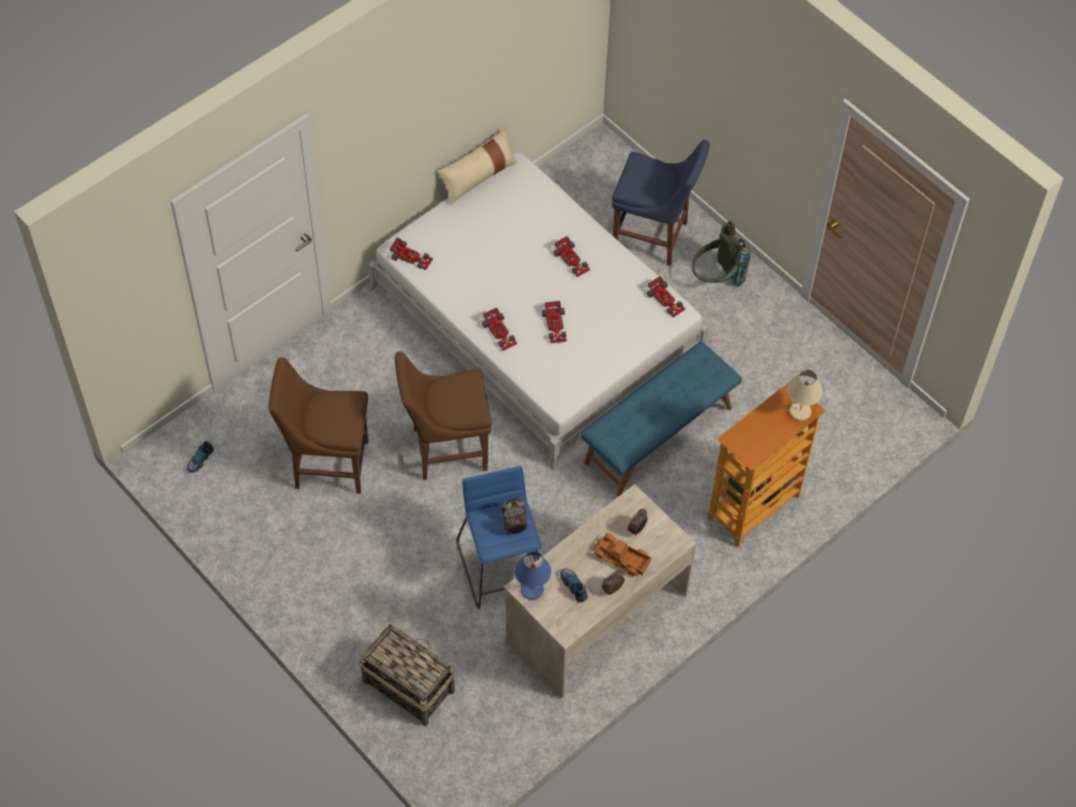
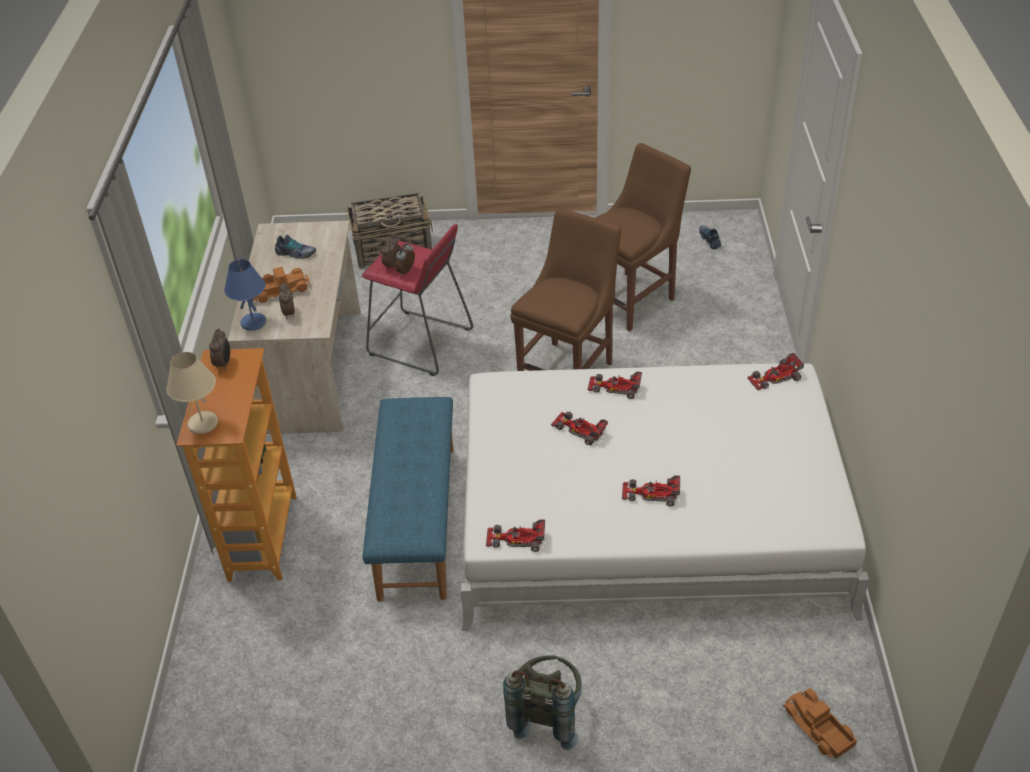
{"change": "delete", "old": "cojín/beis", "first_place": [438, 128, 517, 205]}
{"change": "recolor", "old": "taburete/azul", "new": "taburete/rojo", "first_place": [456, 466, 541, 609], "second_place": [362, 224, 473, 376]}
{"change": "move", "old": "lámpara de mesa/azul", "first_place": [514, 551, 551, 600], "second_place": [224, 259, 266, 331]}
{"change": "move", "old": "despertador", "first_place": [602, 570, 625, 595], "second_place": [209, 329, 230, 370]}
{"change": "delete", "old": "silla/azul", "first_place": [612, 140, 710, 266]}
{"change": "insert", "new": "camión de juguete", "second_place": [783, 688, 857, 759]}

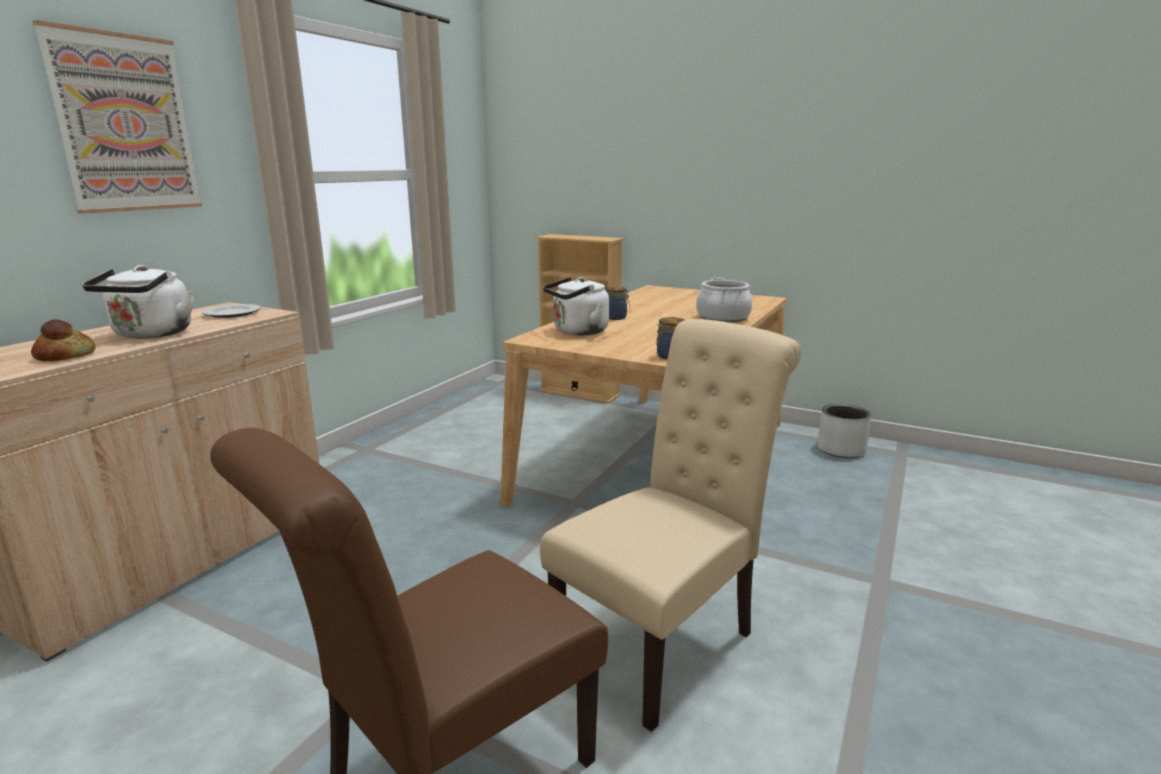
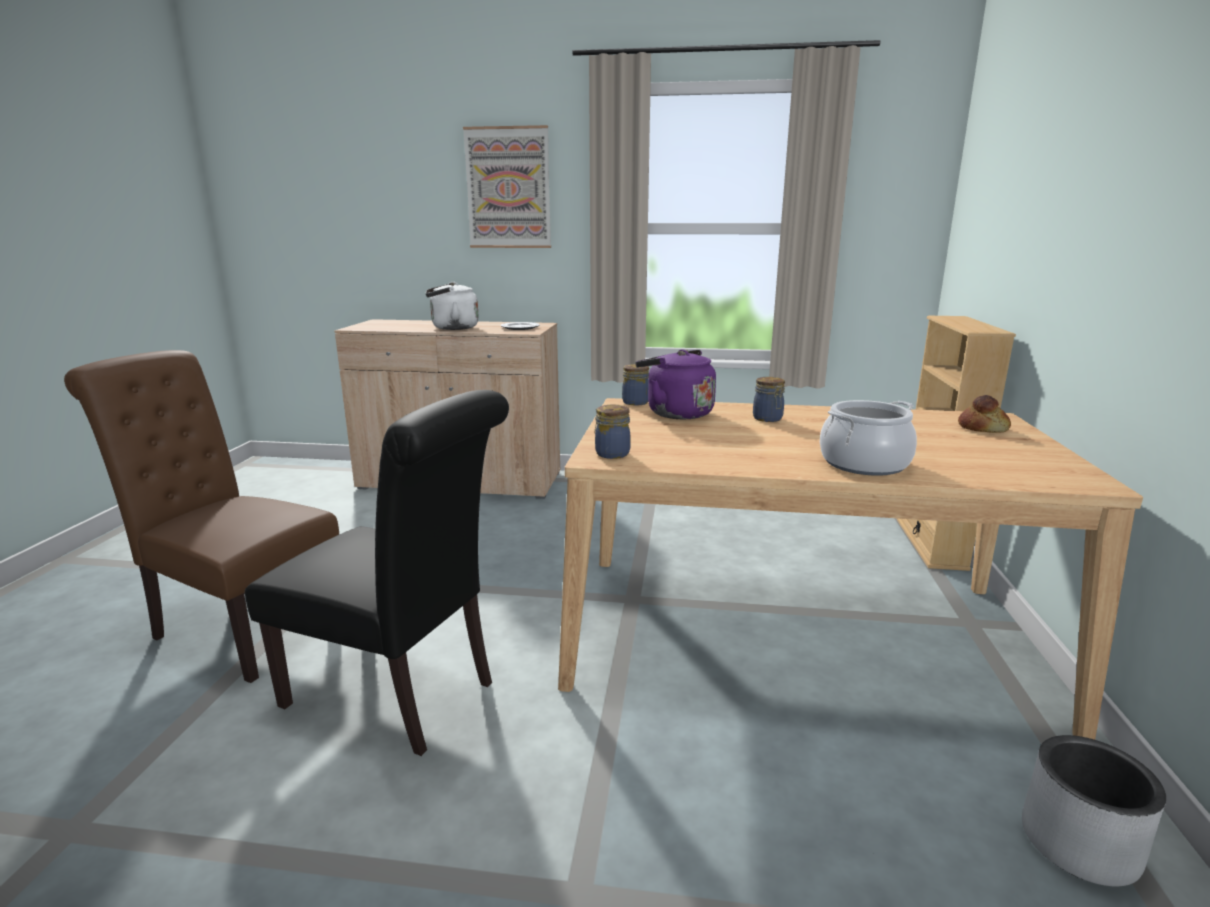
{"change": "move", "old": "pan", "first_place": [31, 319, 95, 361], "second_place": [958, 395, 1011, 433]}
{"change": "recolor", "old": "silla/beis", "new": "silla/negro", "first_place": [540, 319, 801, 732], "second_place": [245, 390, 509, 756]}
{"change": "recolor", "old": "hervidor/blanco", "new": "hervidor/morado", "first_place": [543, 277, 609, 335], "second_place": [636, 349, 716, 419]}
{"change": "insert", "new": "tarro", "second_place": [622, 364, 649, 406]}

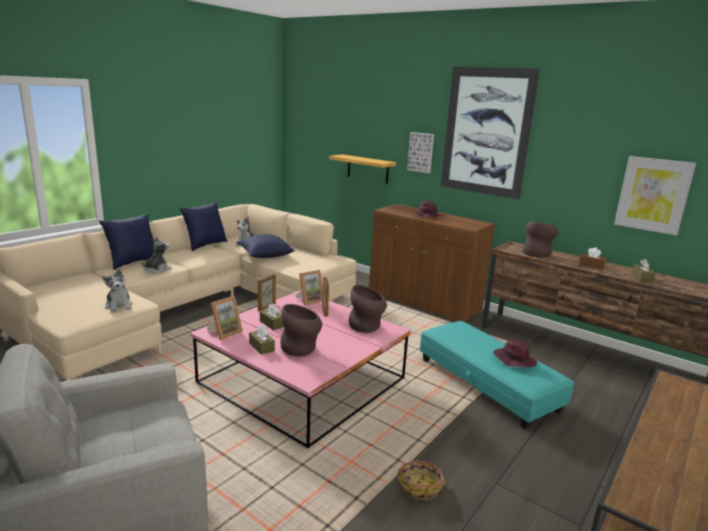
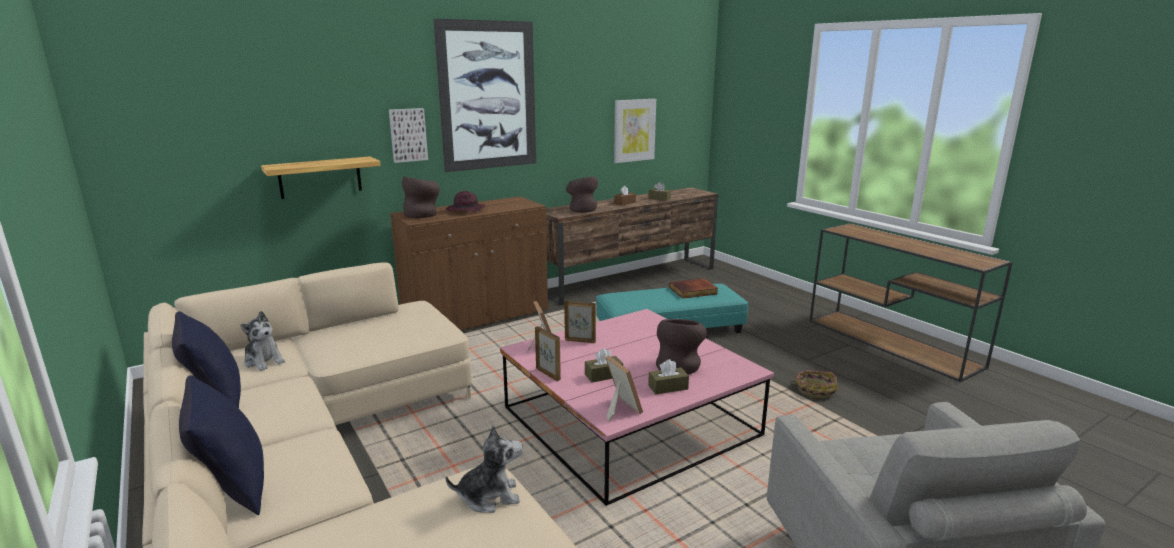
{"change": "delete", "old": "peluche", "first_place": [141, 237, 172, 274]}
{"change": "delete", "old": "cojín/azul", "first_place": [237, 234, 294, 258]}
{"change": "move", "old": "florero/marrón", "first_place": [349, 285, 387, 333], "second_place": [402, 176, 440, 218]}
{"change": "replace", "old": "sombrero/morado", "new": "libro", "first_place": [494, 340, 537, 367], "second_place": [669, 278, 718, 298]}

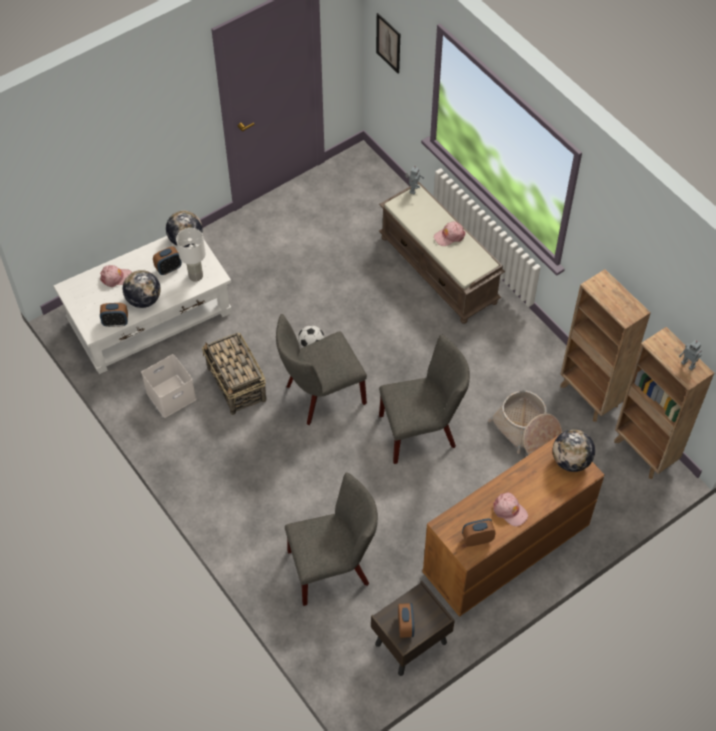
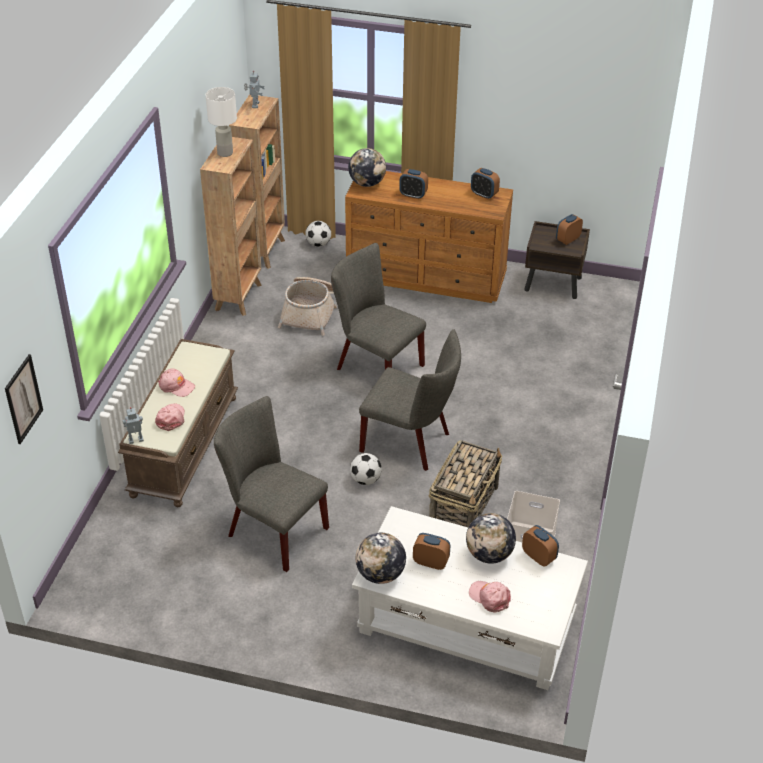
{"change": "move", "old": "lámpara de mesa/blanco", "first_place": [176, 228, 206, 282], "second_place": [206, 87, 237, 157]}
{"change": "move", "old": "silla/gris", "first_place": [285, 472, 378, 606], "second_place": [214, 396, 329, 572]}
{"change": "move", "old": "gorra/rosa", "first_place": [493, 492, 528, 527], "second_place": [155, 403, 185, 431]}
{"change": "insert", "new": "balón de fútbol", "second_place": [305, 221, 331, 247]}
{"change": "insert", "new": "despertador", "second_place": [399, 169, 428, 199]}

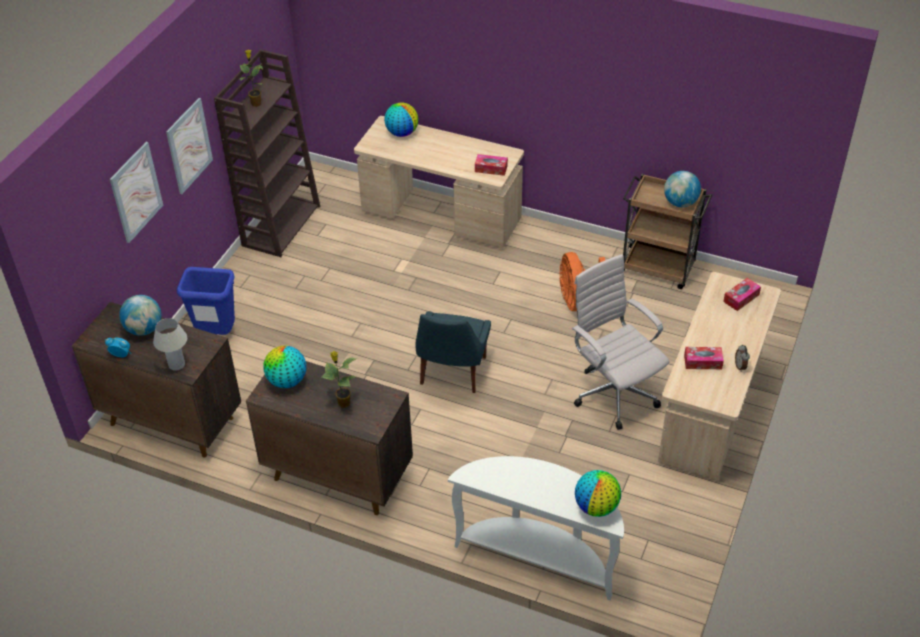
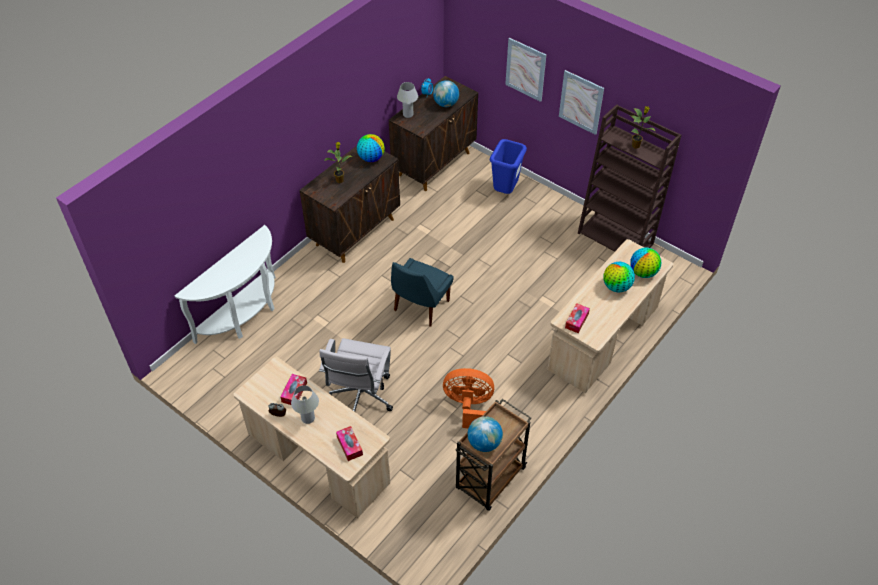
{"change": "rotate", "old": "silla/azul", "first_place": [415, 311, 491, 393], "second_place": [391, 258, 454, 326], "degrees": -90}
{"change": "rotate", "old": "silla de oficina/blanco", "first_place": [572, 254, 670, 430], "second_place": [319, 338, 393, 412], "degrees": 120}
{"change": "move", "old": "globo terráqueo", "first_place": [575, 470, 621, 517], "second_place": [604, 262, 635, 292]}
{"change": "insert", "new": "lámpara de mesa/blanco", "second_place": [291, 385, 319, 424]}

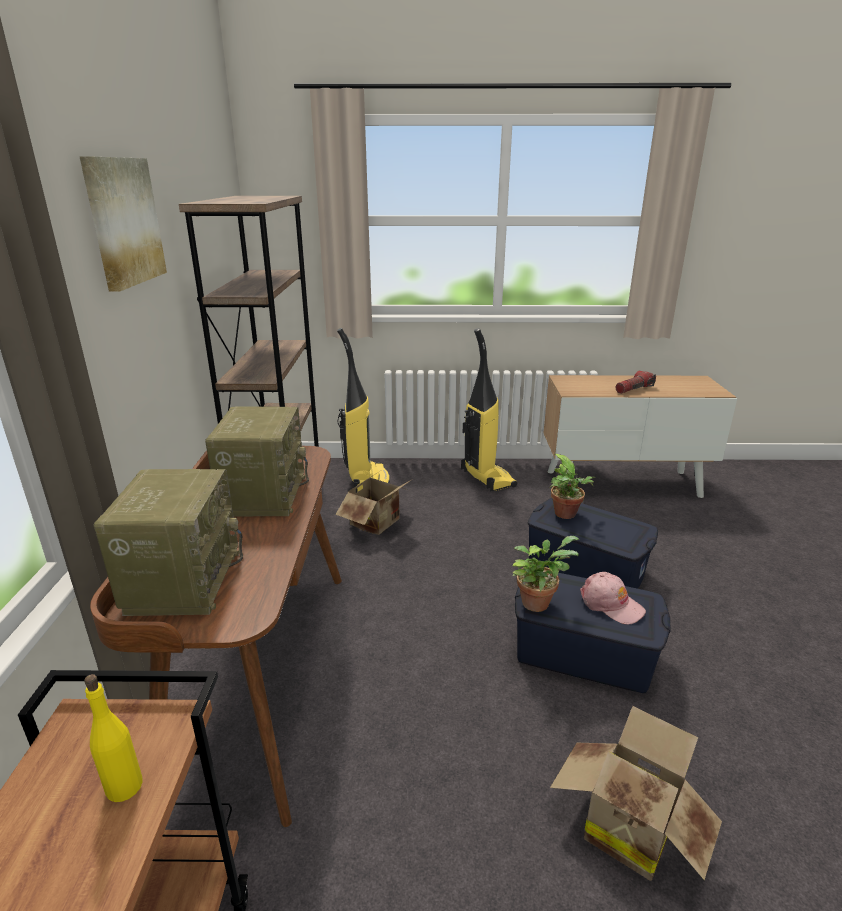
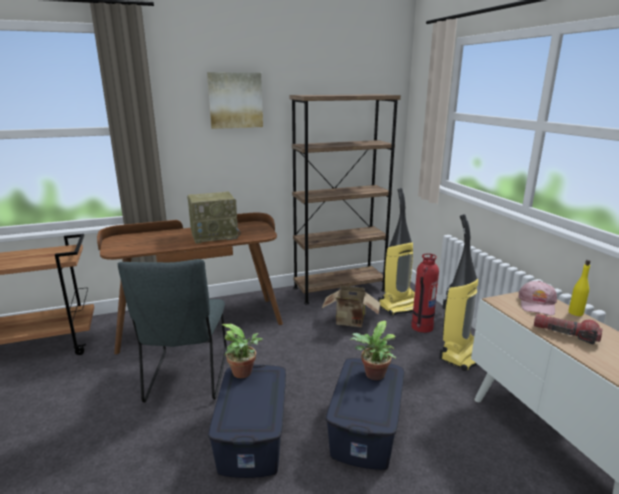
{"change": "move", "old": "botella/amarillo", "first_place": [84, 674, 143, 802], "second_place": [568, 260, 591, 316]}
{"change": "delete", "old": "radio", "first_place": [94, 469, 243, 616]}
{"change": "delete", "old": "caja de cartón", "first_place": [550, 706, 722, 881]}
{"change": "move", "old": "gorra/rosa", "first_place": [580, 572, 646, 625], "second_place": [518, 281, 557, 316]}
{"change": "insert", "new": "silla/gris", "second_place": [118, 259, 227, 403]}
{"change": "insert", "new": "extintor", "second_place": [411, 253, 439, 333]}

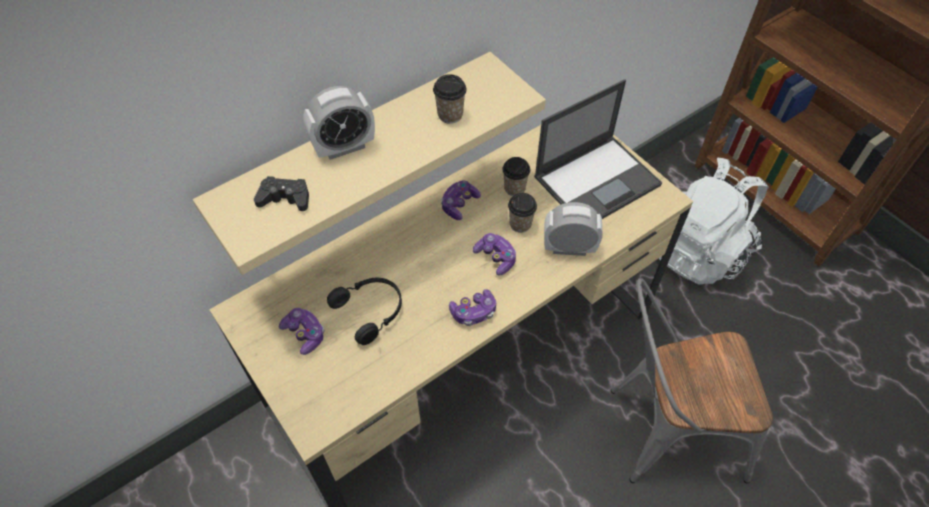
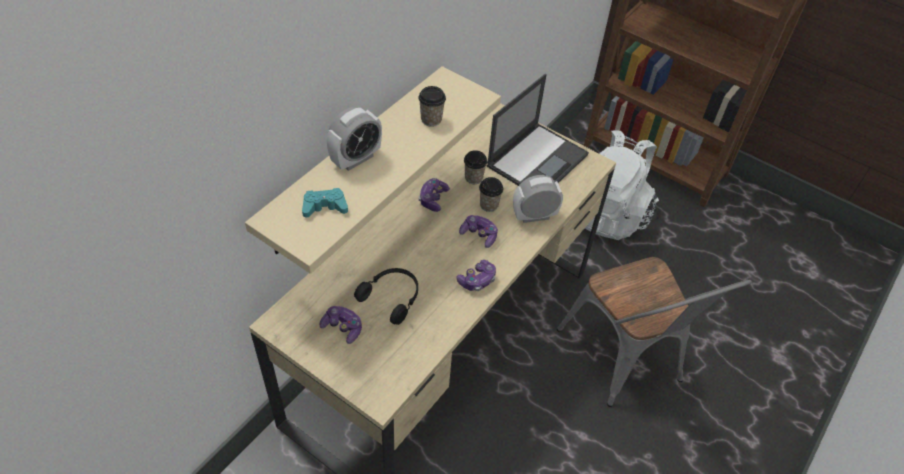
{"change": "recolor", "old": "mando de consola/negro", "new": "mando de consola/turquesa", "first_place": [254, 176, 309, 211], "second_place": [302, 188, 348, 218]}
{"change": "rotate", "old": "silla/gris", "first_place": [611, 278, 773, 483], "second_place": [557, 257, 752, 407], "degrees": -90}

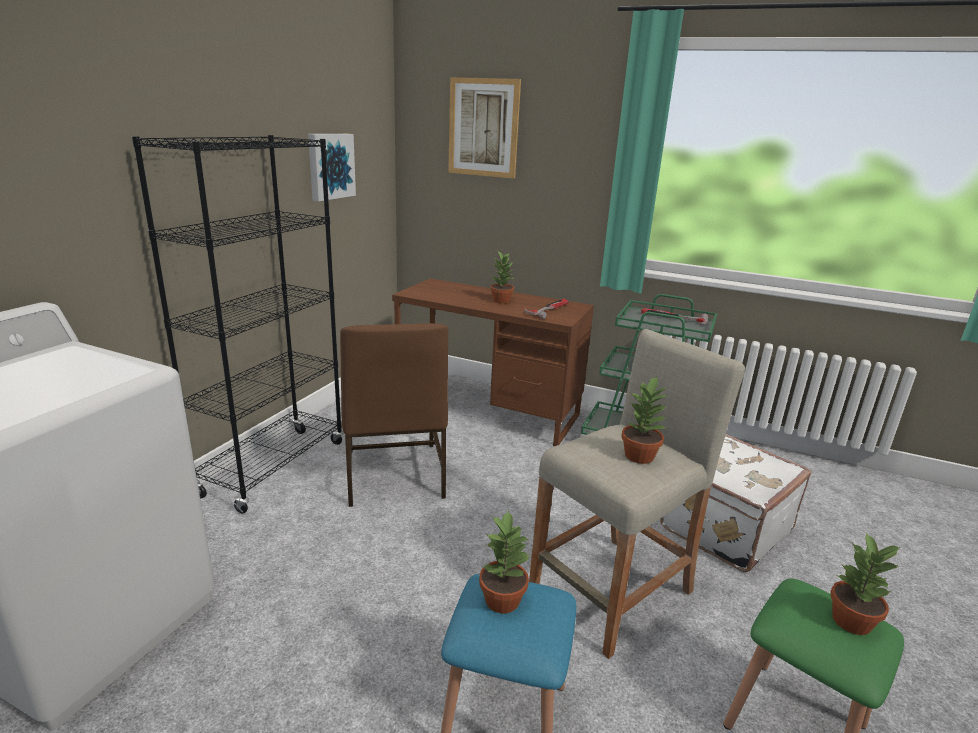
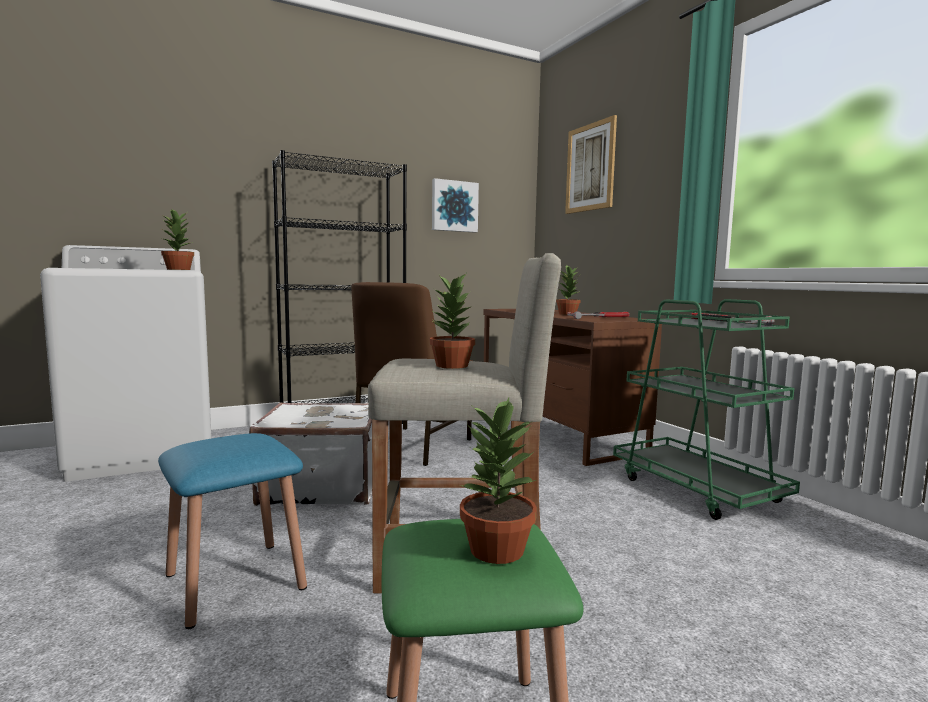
{"change": "move", "old": "planta en maceta", "first_place": [479, 510, 531, 613], "second_place": [161, 209, 194, 270]}
{"change": "move", "old": "maleta/blanco", "first_place": [660, 434, 812, 572], "second_place": [249, 403, 372, 506]}

